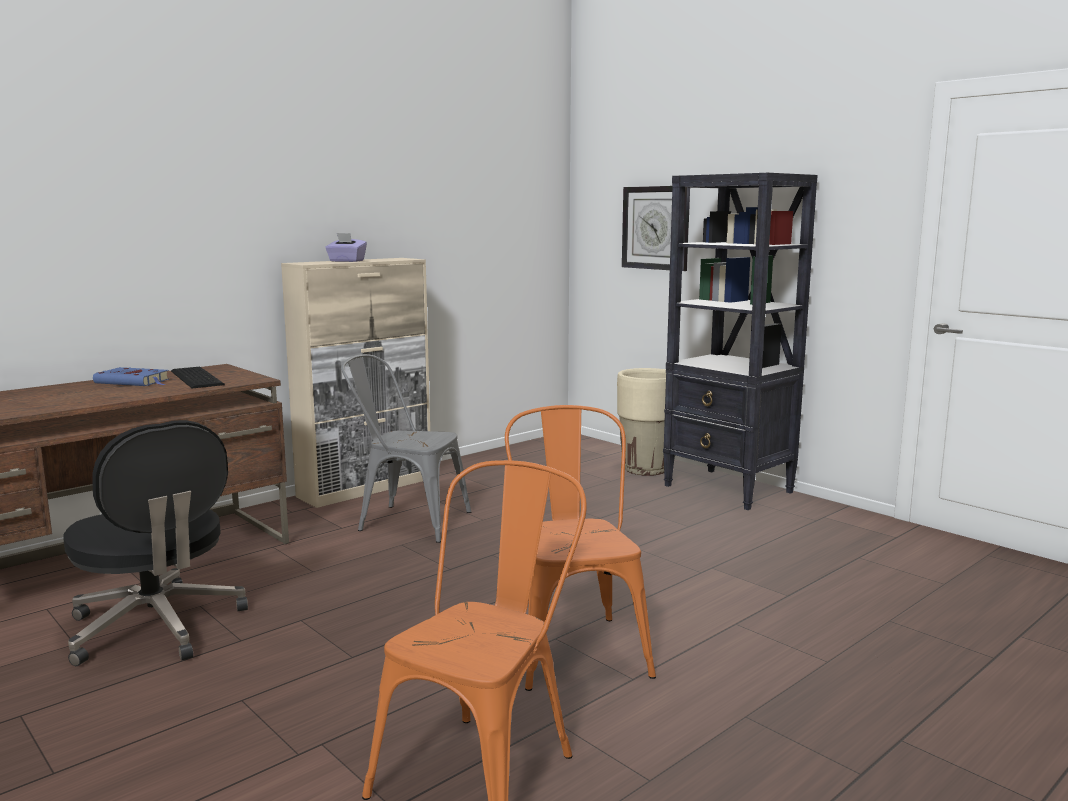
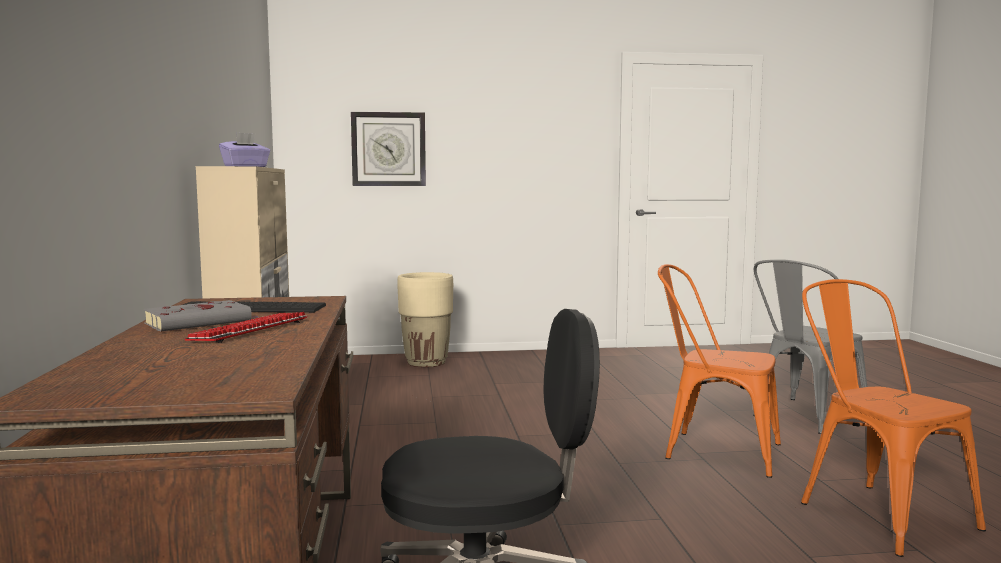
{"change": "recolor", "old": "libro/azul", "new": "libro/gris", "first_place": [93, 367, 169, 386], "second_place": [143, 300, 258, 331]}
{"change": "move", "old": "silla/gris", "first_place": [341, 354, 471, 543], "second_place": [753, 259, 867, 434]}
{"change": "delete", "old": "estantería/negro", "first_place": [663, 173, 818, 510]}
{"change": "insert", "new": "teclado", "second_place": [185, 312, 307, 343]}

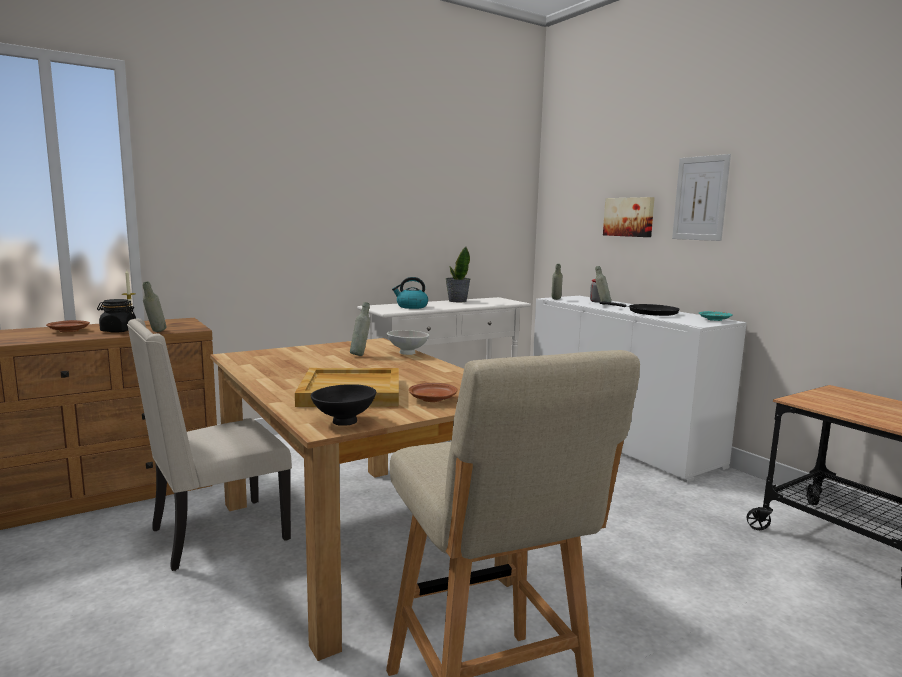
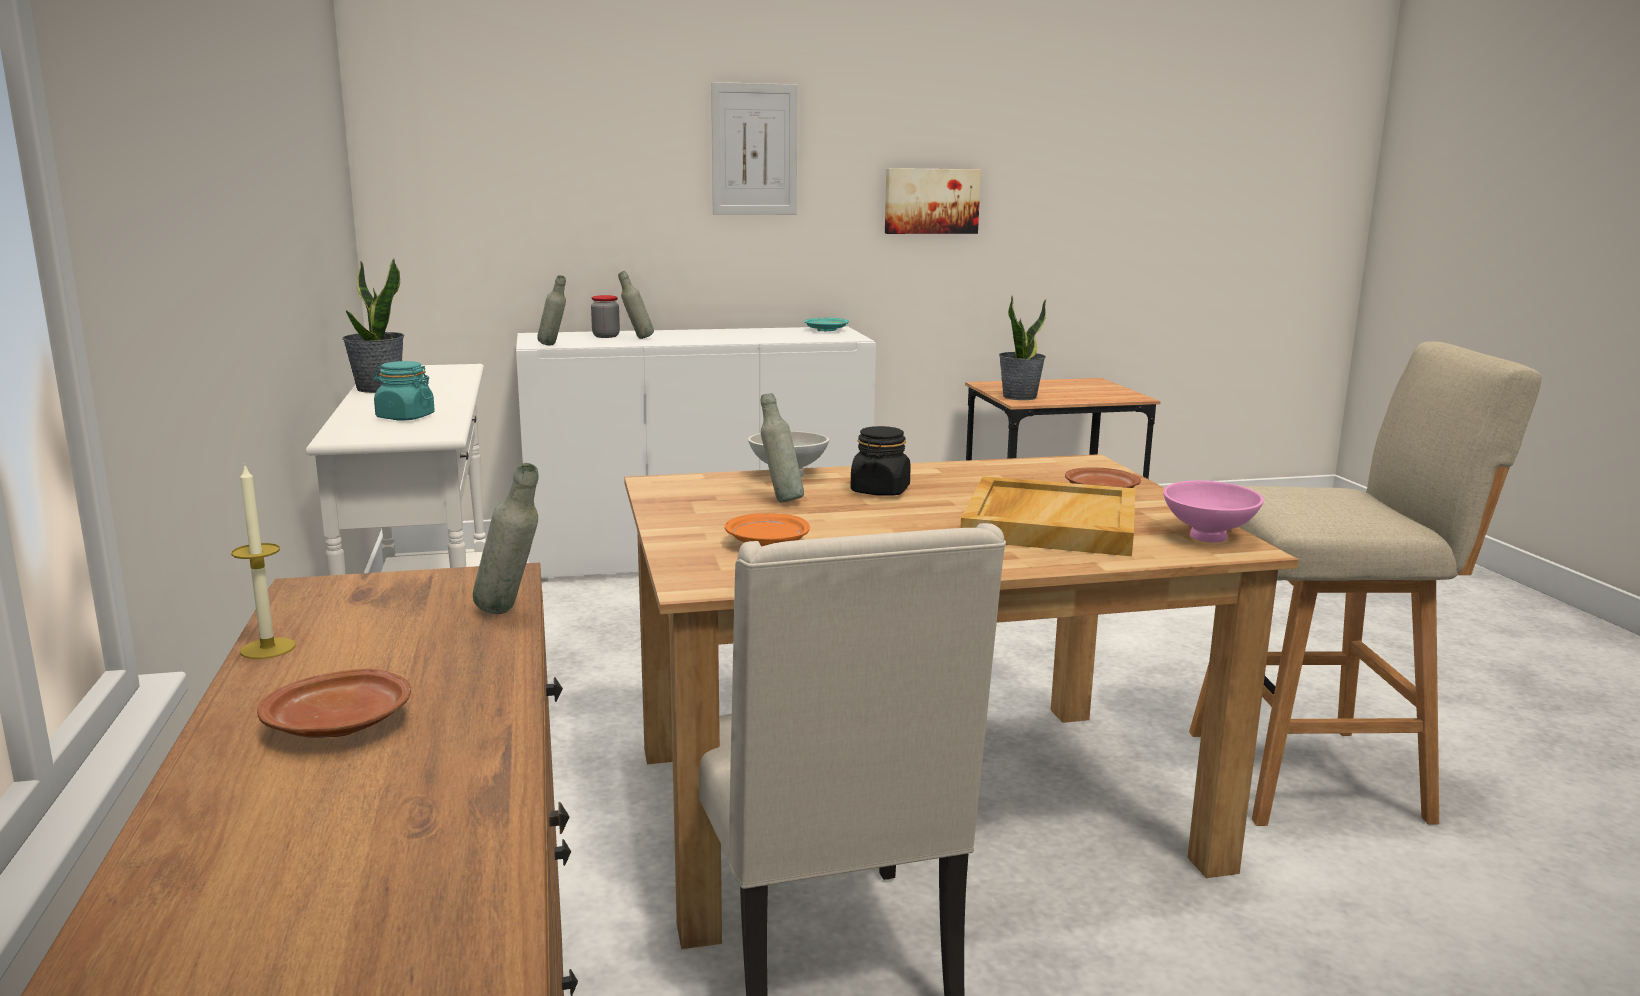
{"change": "move", "old": "tarro/negro", "first_place": [97, 299, 136, 333], "second_place": [850, 426, 911, 496]}
{"change": "recolor", "old": "cuenco/negro", "new": "cuenco/rosa", "first_place": [311, 384, 376, 426], "second_place": [1163, 481, 1264, 543]}
{"change": "replace", "old": "hervidor", "new": "tarro/turquesa", "first_place": [392, 277, 428, 309], "second_place": [373, 361, 435, 421]}
{"change": "delete", "old": "sartén/negro", "first_place": [599, 301, 680, 316]}
{"change": "move", "old": "cuadro", "first_place": [603, 197, 655, 237], "second_place": [885, 168, 981, 234]}
{"change": "insert", "new": "plato/naranja", "second_place": [725, 513, 810, 546]}
{"change": "insert", "new": "planta en maceta", "second_place": [999, 296, 1046, 400]}

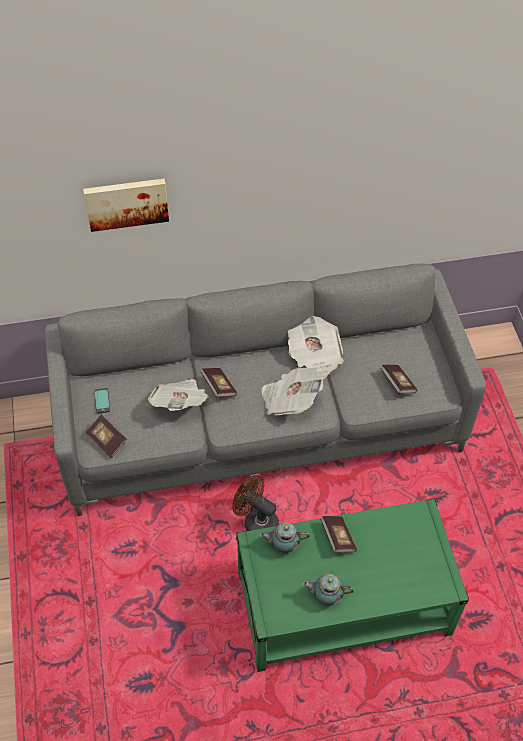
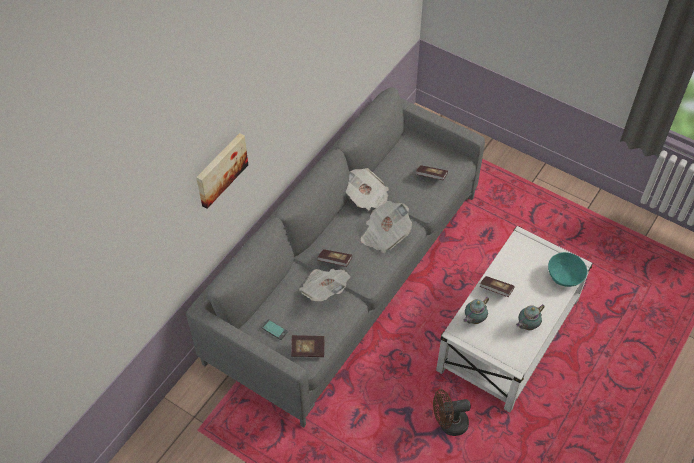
{"change": "move", "old": "ventilador/marrón", "first_place": [232, 475, 279, 531], "second_place": [433, 389, 471, 436]}
{"change": "recolor", "old": "mesa de centro/verde", "new": "mesa de centro/blanco", "first_place": [236, 498, 469, 672], "second_place": [436, 226, 593, 413]}
{"change": "insert", "new": "cuenco/turquesa", "second_place": [548, 252, 587, 287]}

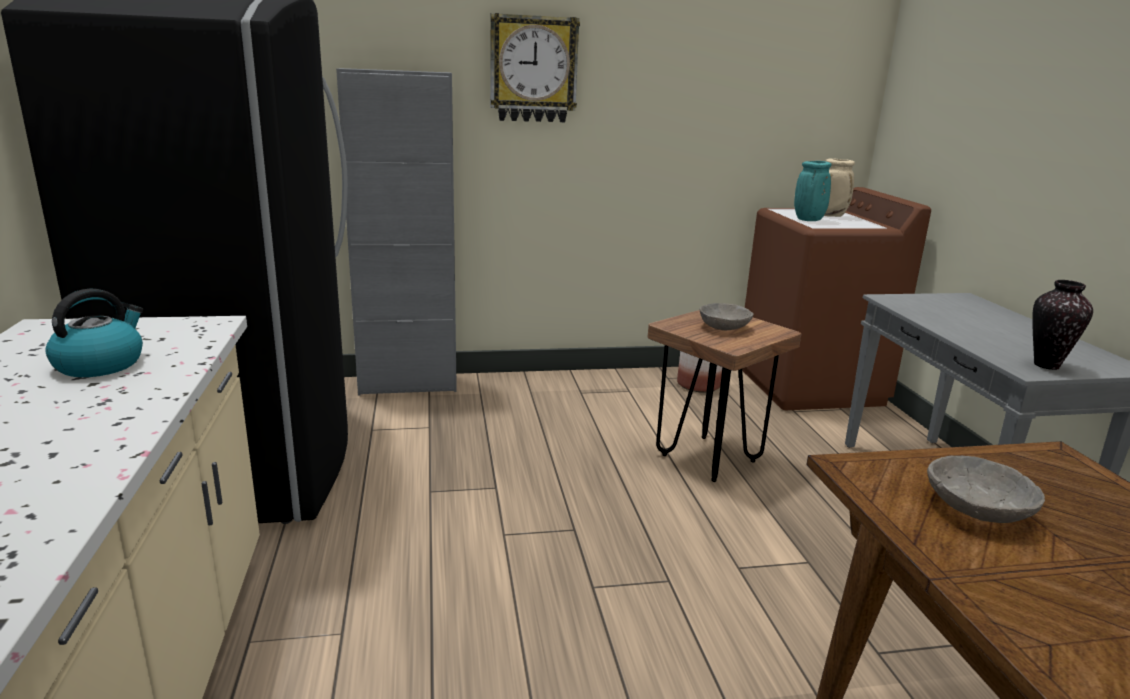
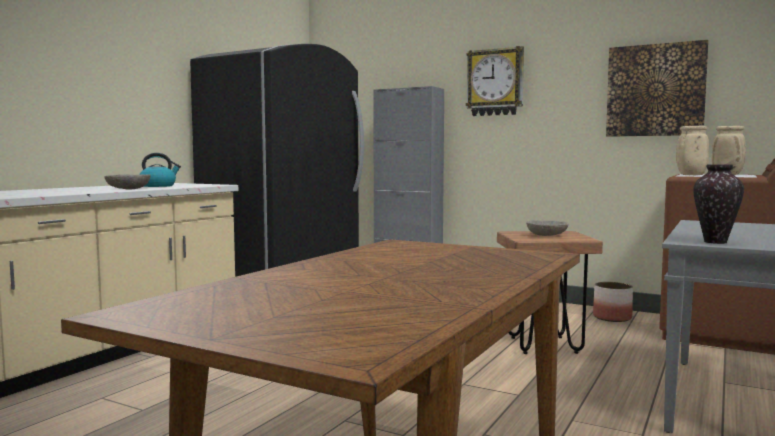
{"change": "recolor", "old": "florero/turquesa", "new": "florero/beis", "first_place": [794, 161, 832, 221], "second_place": [676, 125, 709, 175]}
{"change": "move", "old": "cuenco/gris", "first_place": [927, 456, 1045, 523], "second_place": [105, 174, 151, 190]}
{"change": "insert", "new": "cuadro", "second_place": [606, 40, 709, 137]}

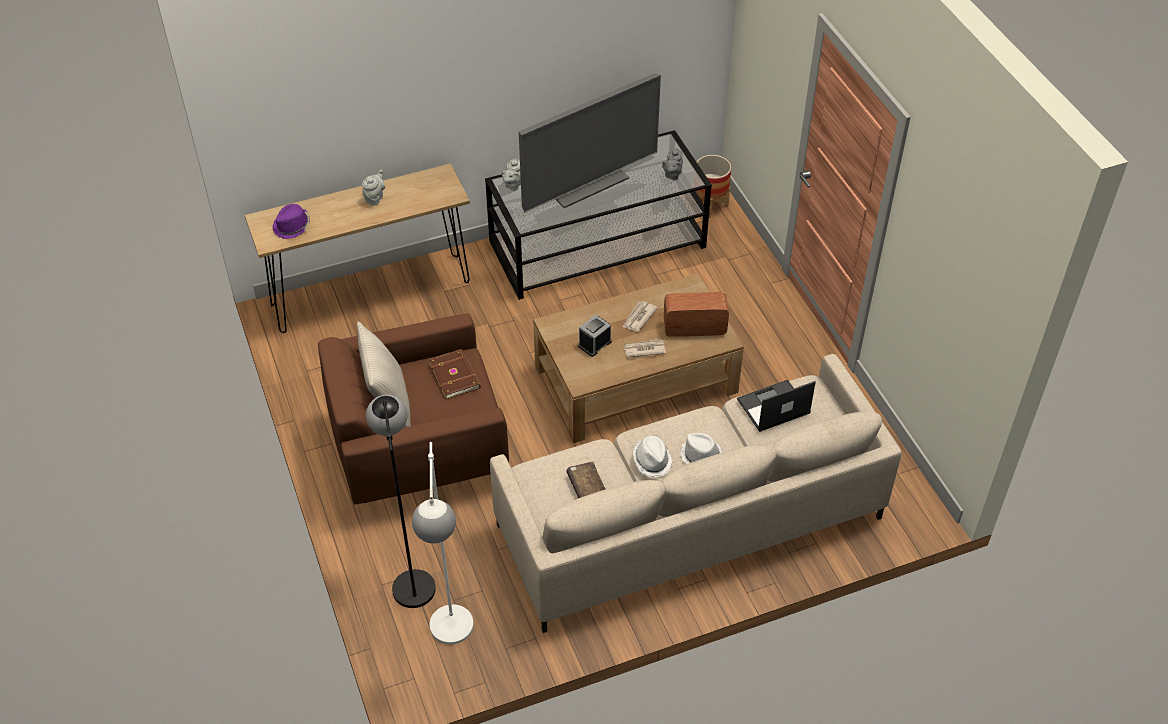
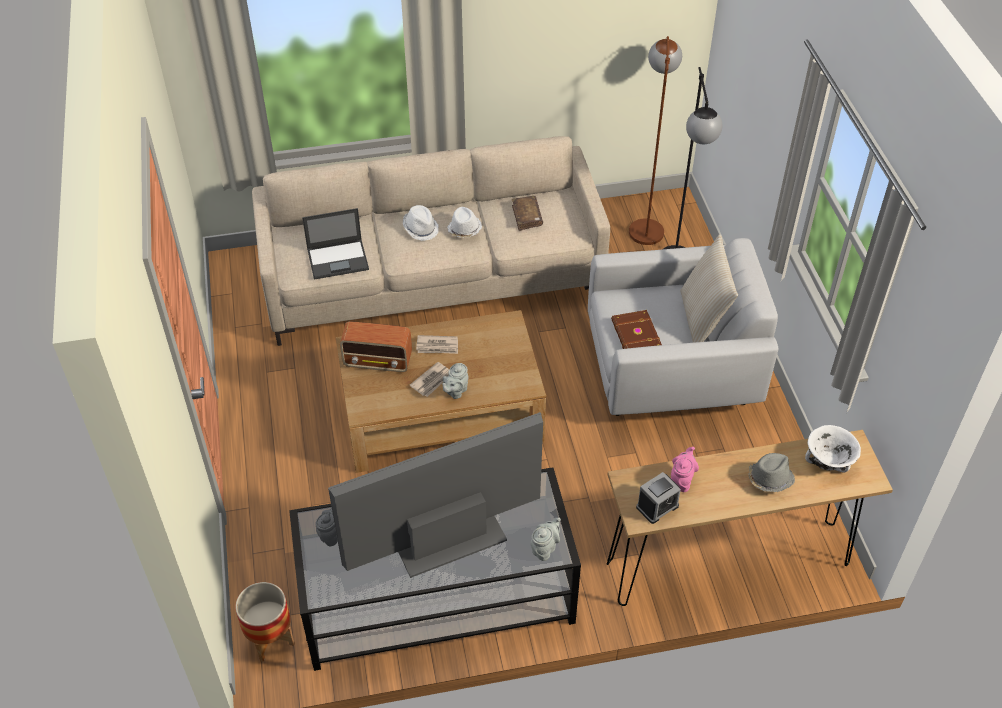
{"change": "replace", "old": "sombrero/morado", "new": "cuenco/blanco", "first_place": [273, 204, 310, 239], "second_place": [805, 425, 861, 473]}
{"change": "recolor", "old": "sillón/marrón", "new": "sillón/blanco", "first_place": [318, 313, 509, 505], "second_place": [588, 238, 778, 416]}
{"change": "move", "old": "tetera/gris", "first_place": [362, 170, 385, 206], "second_place": [442, 363, 468, 399]}
{"change": "recolor", "old": "lámpara de pie/blanco", "new": "lámpara de pie/marrón", "first_place": [412, 442, 474, 645], "second_place": [629, 36, 682, 245]}
{"change": "move", "old": "despertador", "first_place": [578, 315, 612, 357], "second_place": [636, 472, 681, 524]}
{"change": "insert", "new": "tetera/rosa", "second_place": [671, 447, 699, 492]}
{"change": "insert", "new": "sombrero/gris", "second_place": [748, 453, 795, 492]}

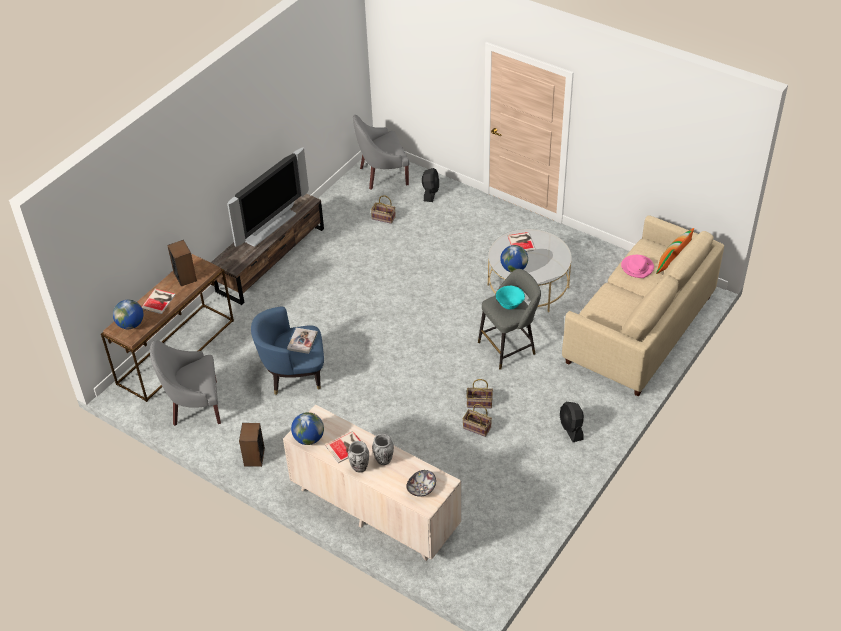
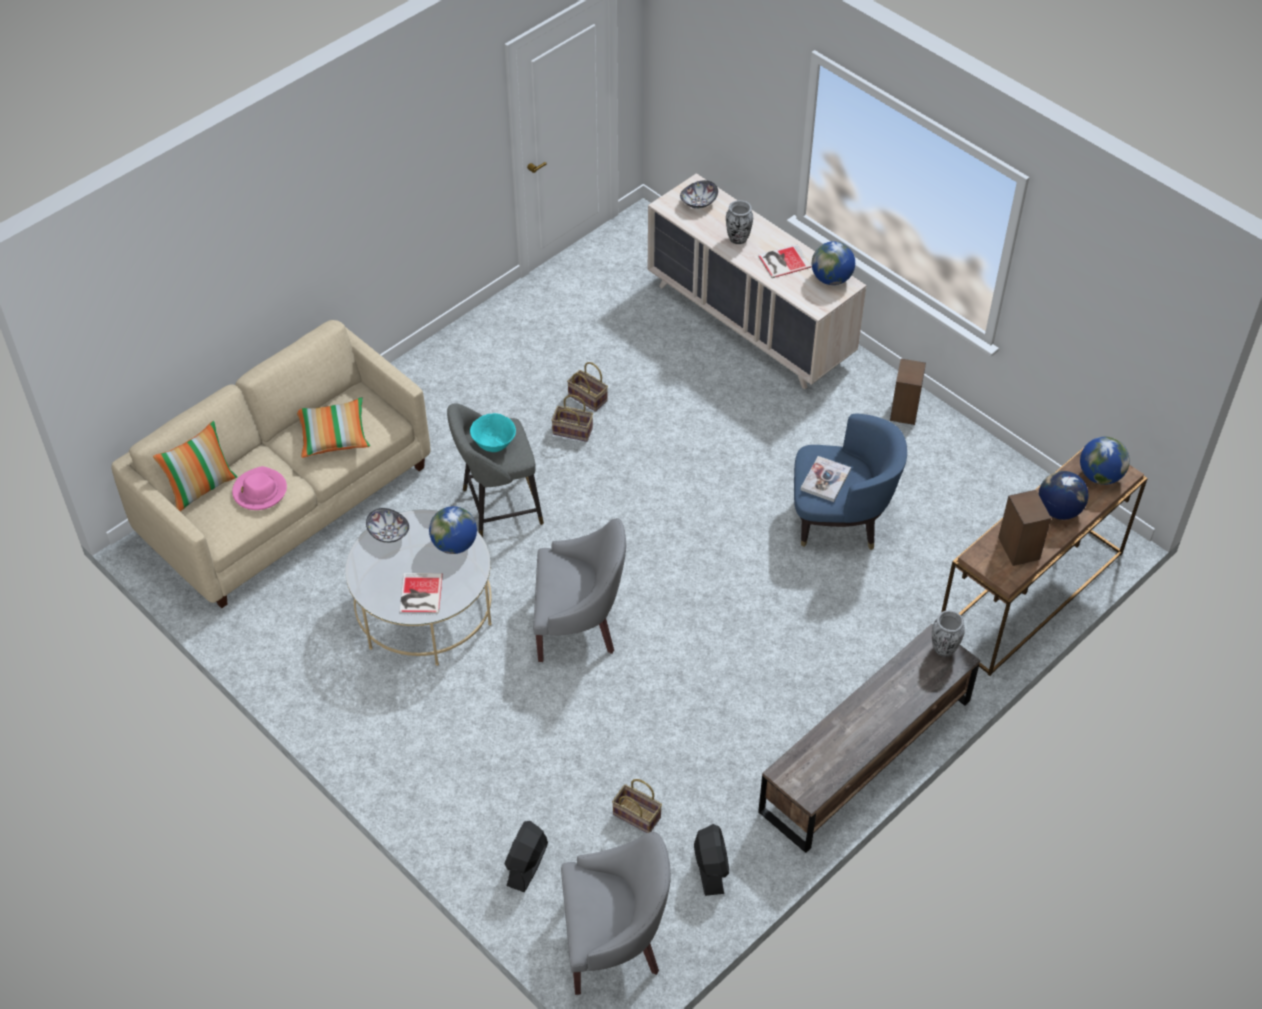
{"change": "replace", "old": "libro", "new": "globo terráqueo", "first_place": [142, 289, 176, 314], "second_place": [1038, 471, 1089, 520]}
{"change": "move", "old": "sillón/gris", "first_place": [150, 340, 221, 426], "second_place": [533, 518, 626, 662]}
{"change": "delete", "old": "televisor", "first_place": [227, 147, 309, 247]}
{"change": "move", "old": "florero", "first_place": [348, 441, 369, 473], "second_place": [932, 610, 965, 657]}
{"change": "move", "old": "ventilador/negro", "first_place": [560, 402, 584, 442], "second_place": [694, 824, 729, 896]}
{"change": "insert", "new": "cojín", "second_place": [297, 397, 370, 458]}
{"change": "insert", "new": "cuenco", "second_place": [366, 508, 409, 543]}

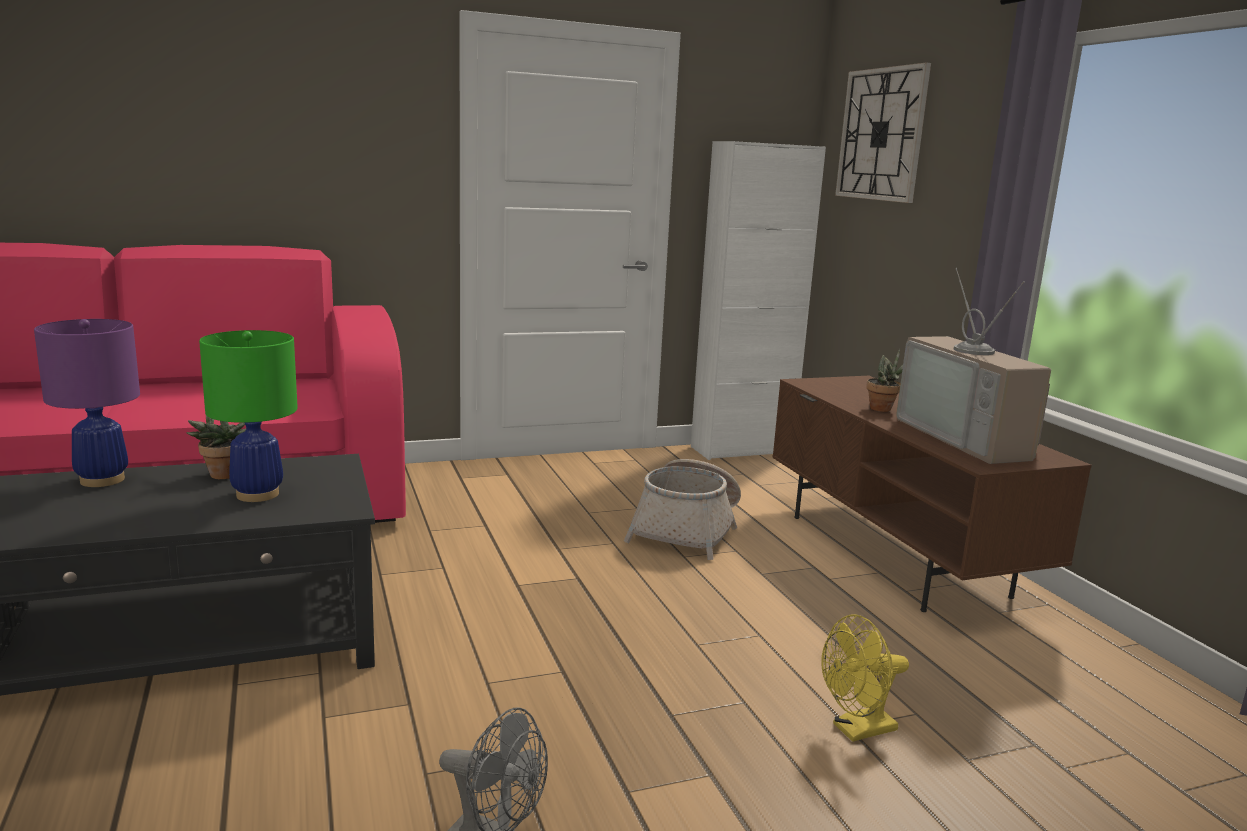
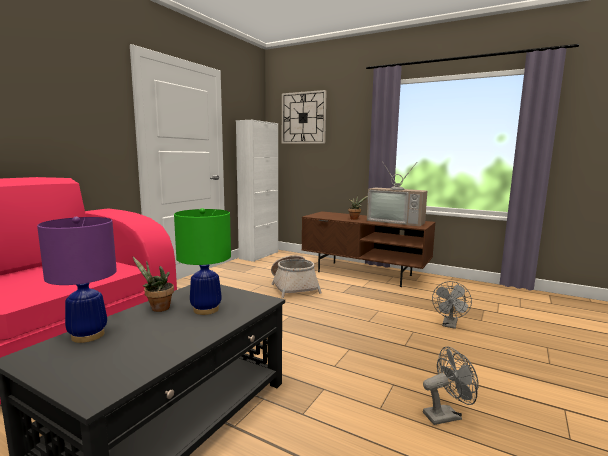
{"change": "recolor", "old": "ventilador/amarillo", "new": "ventilador/gris", "first_place": [821, 614, 909, 742], "second_place": [432, 281, 472, 329]}

